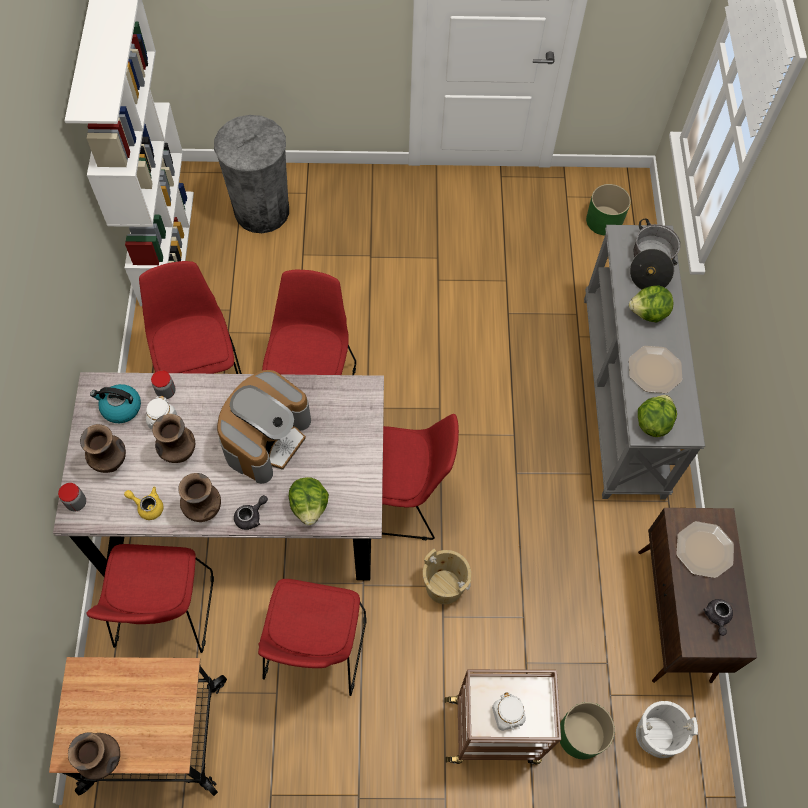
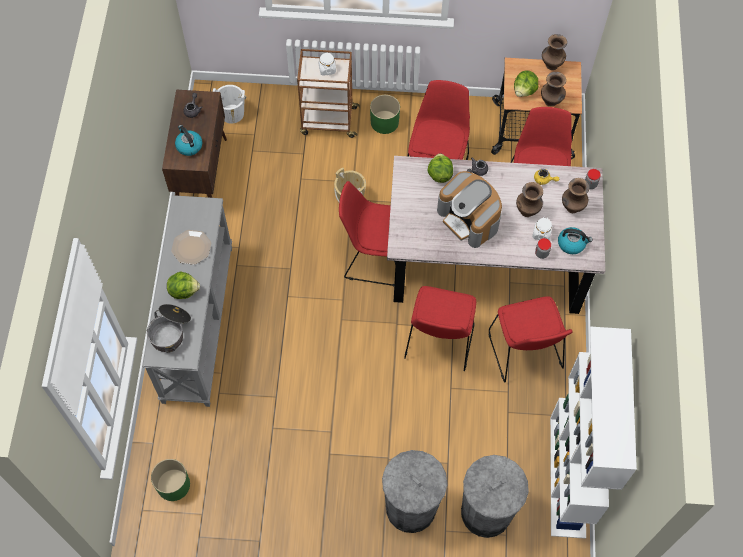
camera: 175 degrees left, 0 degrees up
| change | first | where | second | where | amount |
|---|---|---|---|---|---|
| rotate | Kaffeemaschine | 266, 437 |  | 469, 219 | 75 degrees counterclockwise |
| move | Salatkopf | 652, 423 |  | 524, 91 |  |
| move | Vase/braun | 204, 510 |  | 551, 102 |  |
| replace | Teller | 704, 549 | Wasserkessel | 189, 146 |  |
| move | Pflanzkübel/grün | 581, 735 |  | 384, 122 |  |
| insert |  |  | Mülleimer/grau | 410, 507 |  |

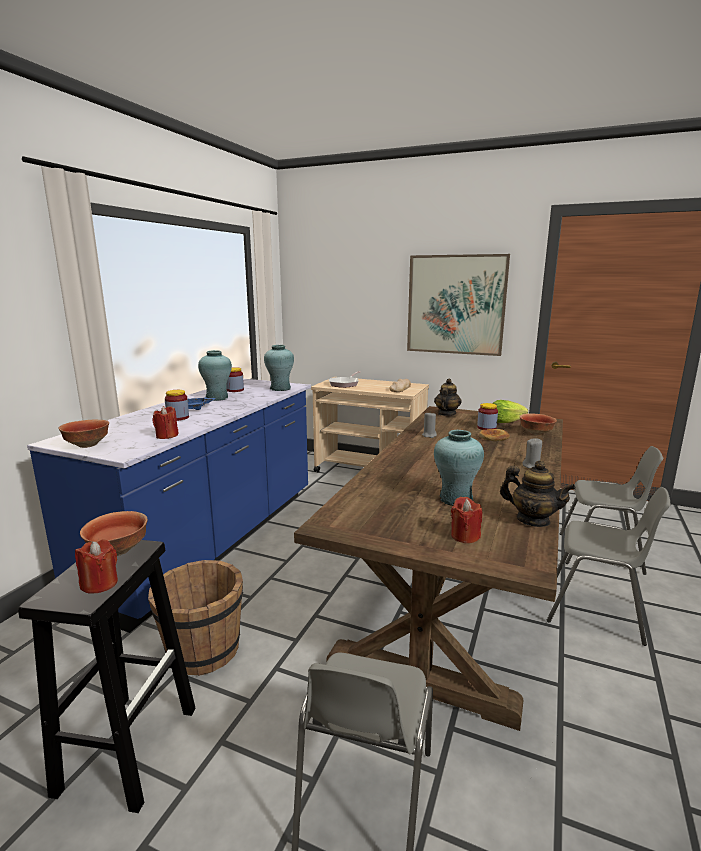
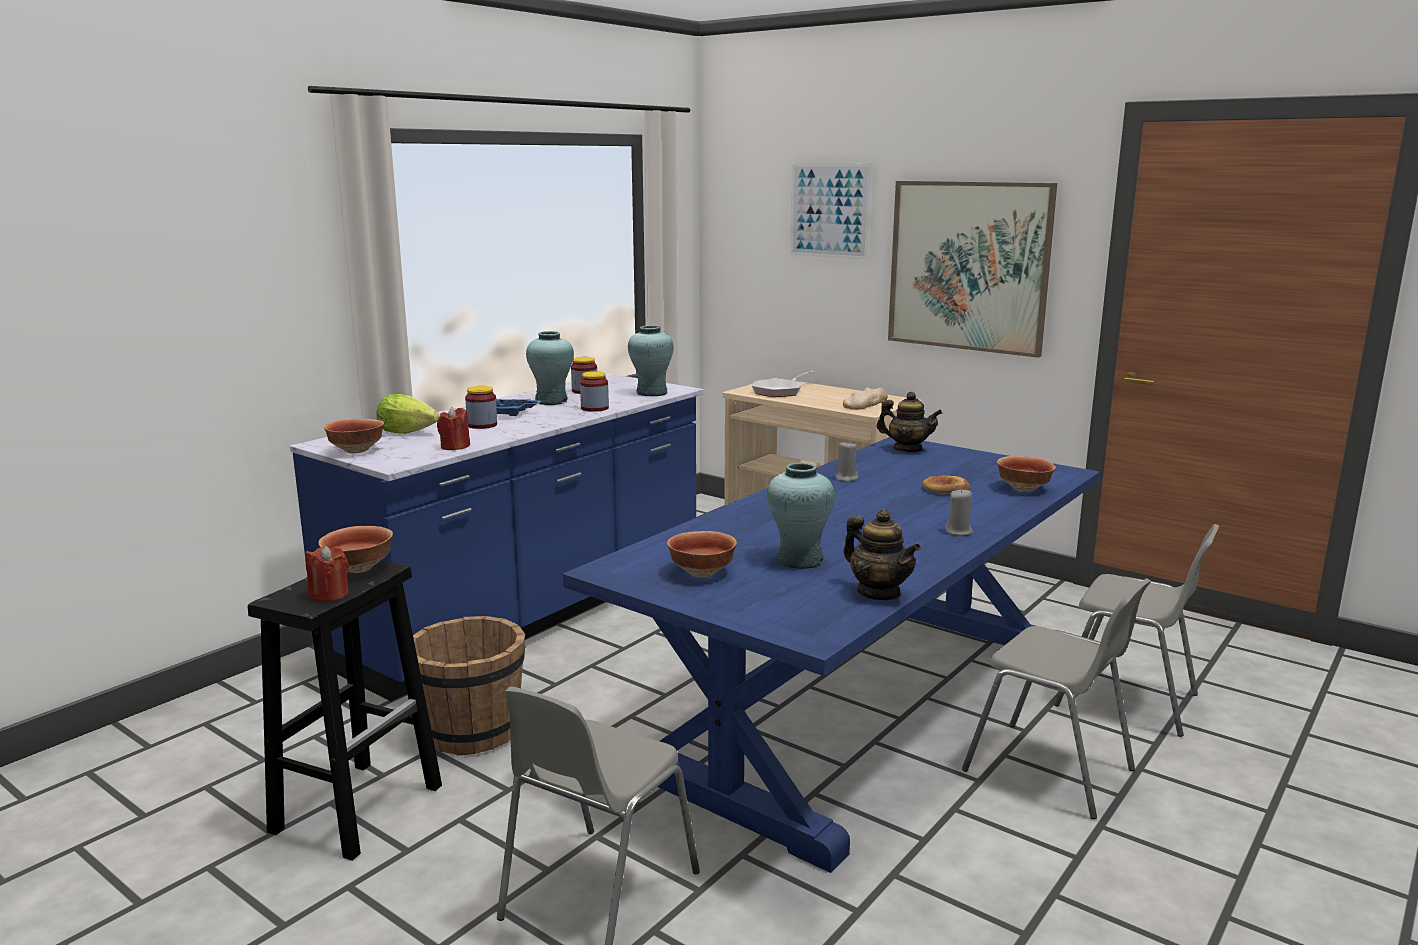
camera: 15 degrees right, 0 degrees up
| change | first | where | second | where | amount |
|---|---|---|---|---|---|
| rotate | Teekanne | 446, 414 |  | 907, 449 | 75 degrees clockwise |
| move | Salatkopf | 505, 422 |  | 406, 432 |  |
| move | Vorratsglas | 486, 428 |  | 594, 408 |  |
| recolor | Esstisch/braun | 456, 581 | Esstisch/blau | 858, 704 |  |
| delete | Kerze/rot | 465, 536 |  |  |  |
| insert |  |  | Bild | 829, 210 |  |
| insert |  |  | Schüssel | 700, 573 |  |

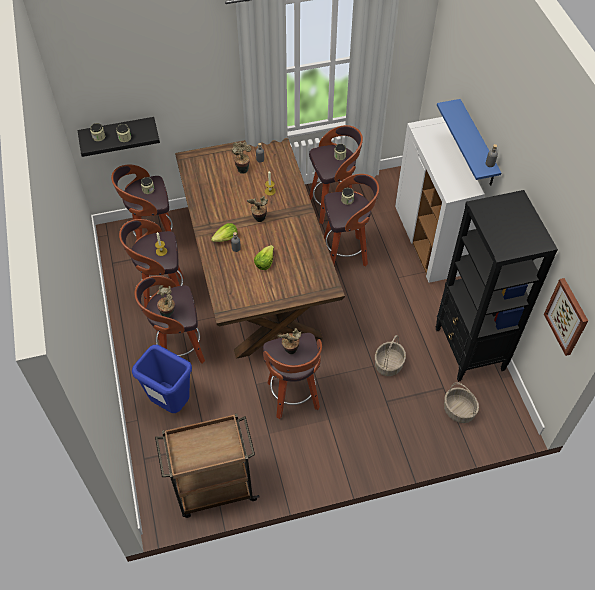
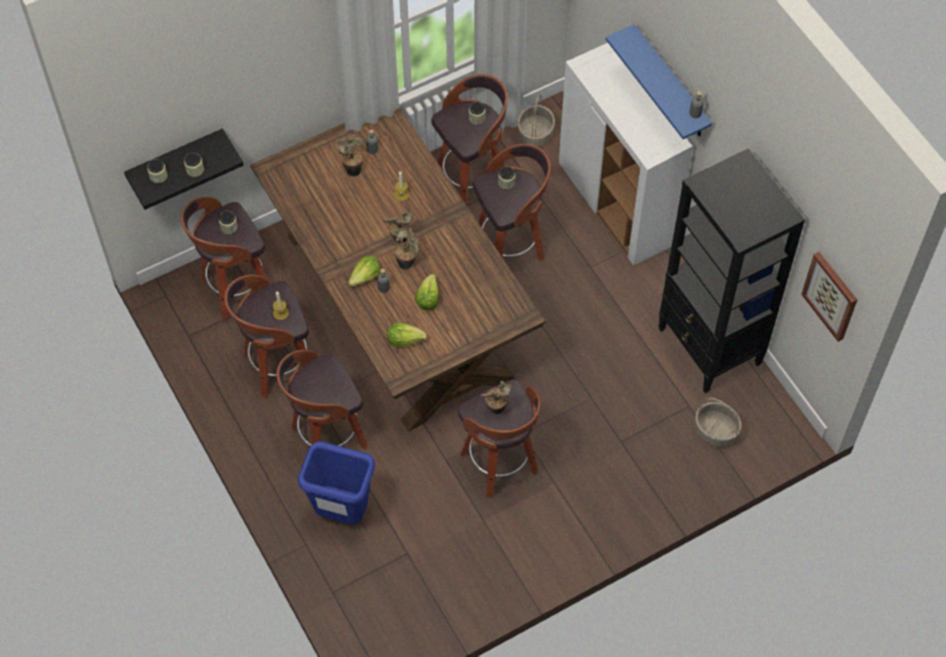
camera: 15 degrees left, 5 degrees up
| change | first | where | second | where | amount |
|---|---|---|---|---|---|
| move | Topfpflanze | 168, 313 |  | 407, 262 |  |
| move | Korb | 388, 365 |  | 535, 134 |  |
| delete | Rollwagen/braun | 214, 488 |  |  |  |
| insert |  |  | Salatkopf | 405, 339 |  |

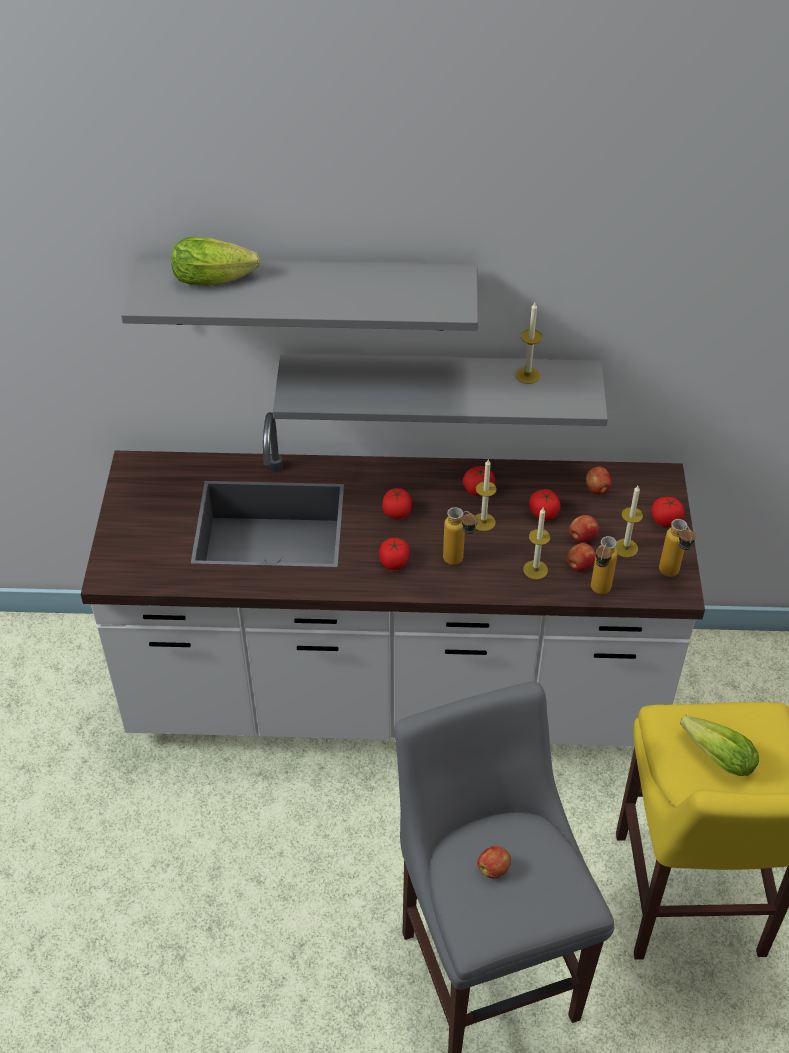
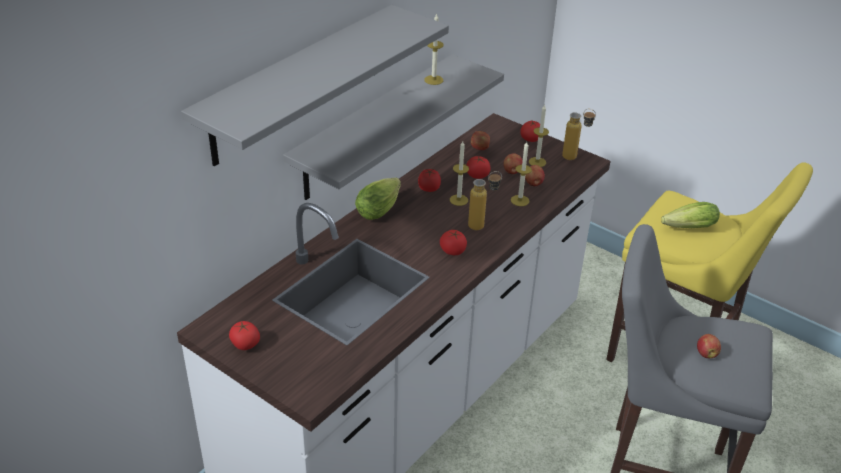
camera: 55 degrees left, 10 degrees down
| change | first | where | second | where | amount |
|---|---|---|---|---|---|
| move | Salatkopf | 217, 278 |  | 380, 208 |  |
| move | Tomate | 396, 512 |  | 245, 344 |  |
| delete | Flasche | 598, 593 |  |  |  |

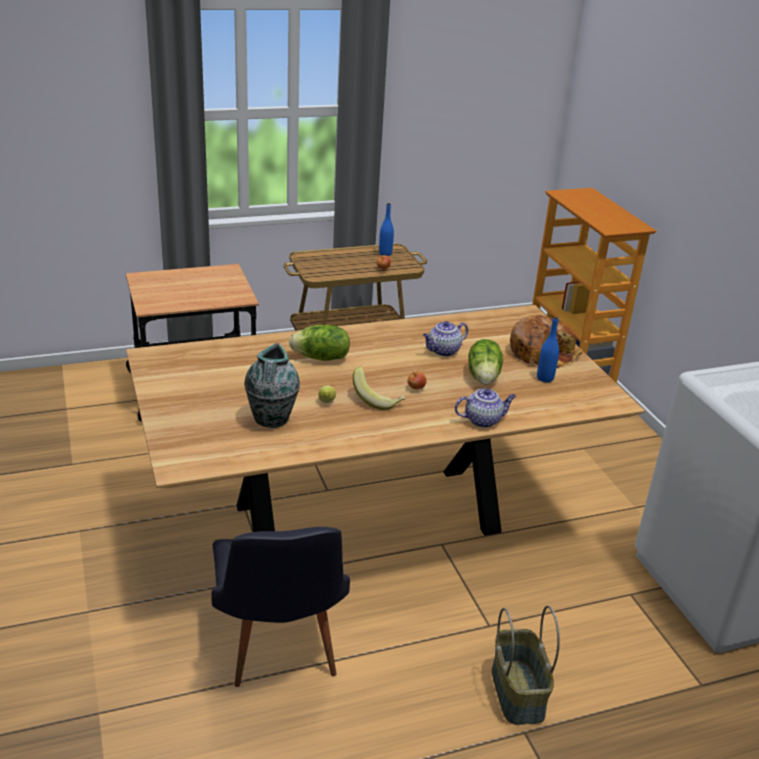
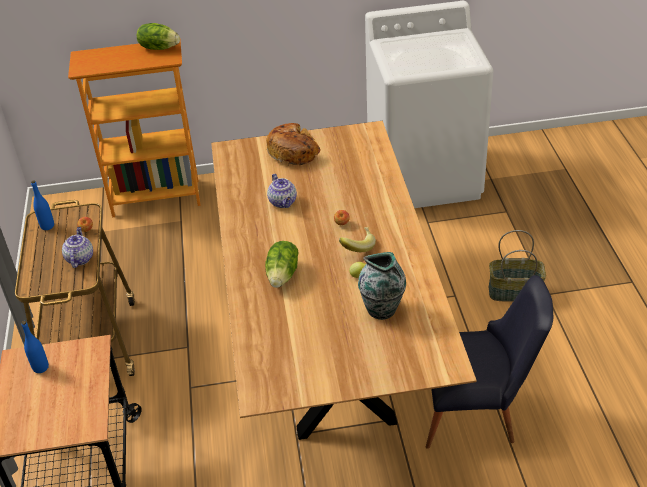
camera: 75 degrees left, 10 degrees up
| change | first | where | second | where | amount |
|---|---|---|---|---|---|
| move | Flasche/blau | 545, 378 |  | 41, 367 |  |
| move | Salatkopf | 484, 377 |  | 159, 47 |  |
| move | Teekanne | 483, 420 |  | 80, 258 |  |

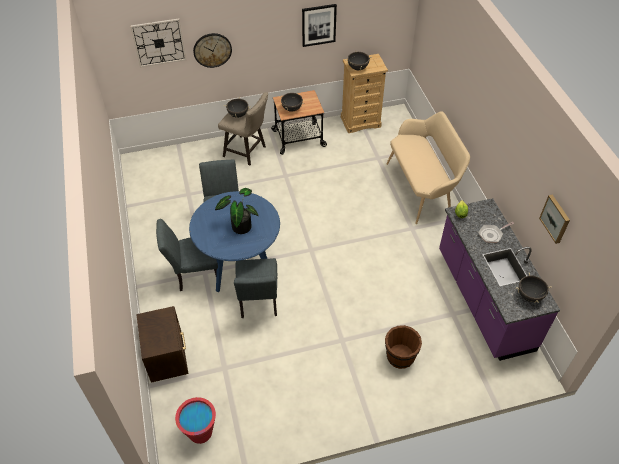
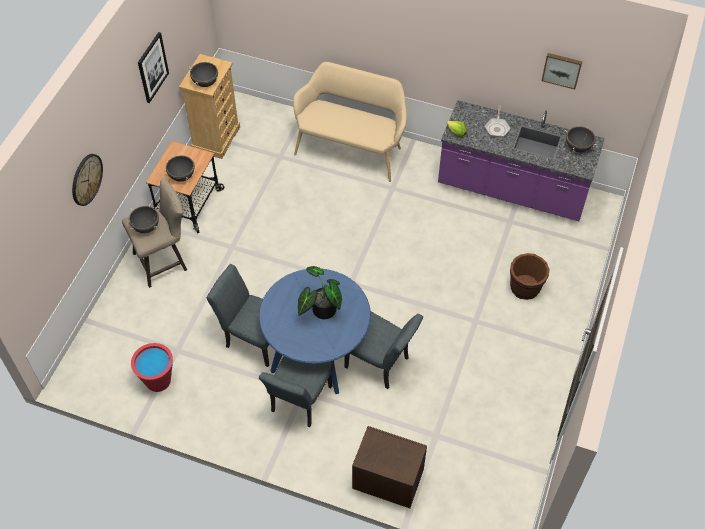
camera: 55 degrees left, 5 degrees up
| change | first | where | second | where | amount |
|---|---|---|---|---|---|
| delete | Wanduhr | 159, 42 |  |  |  |
| move | Eimer/rot | 200, 432 |  | 158, 381 |  |

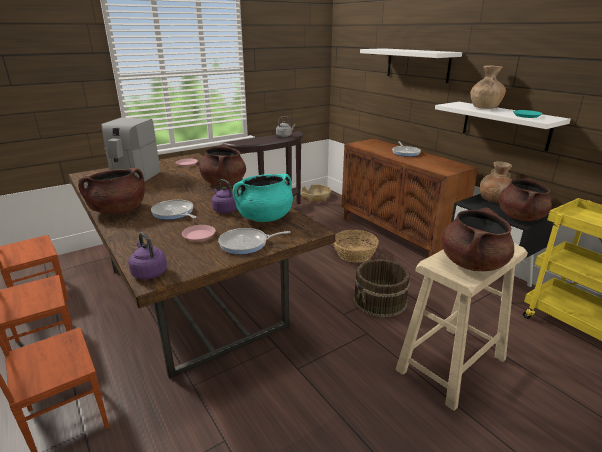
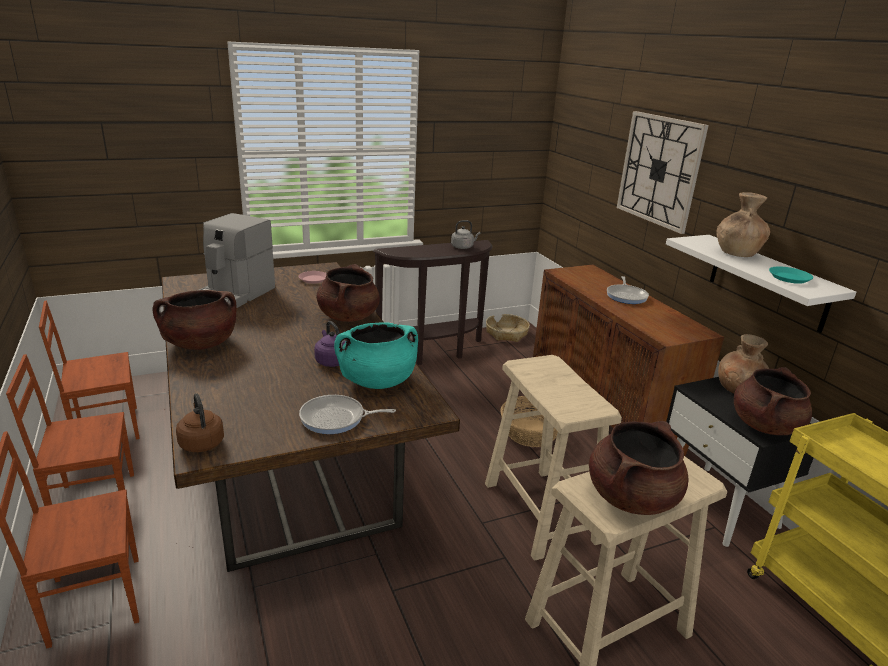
camera: 10 degrees right, 0 degrees up
| change | first | where | second | where | amount |
|---|---|---|---|---|---|
| replace | Wandregal/weiß | 417, 64 | Wanduhr | 659, 170 |  |
| delete | Pfanne | 174, 213 |  |  |  |
| delete | Teller/rosa | 199, 235 |  |  |  |
| recolor | Wasserkessel/lila | 149, 272 | Wasserkessel/braun | 201, 442 |  |
| replace | Eimer/braun | 380, 301 | Hocker/beige | 541, 512 |  |

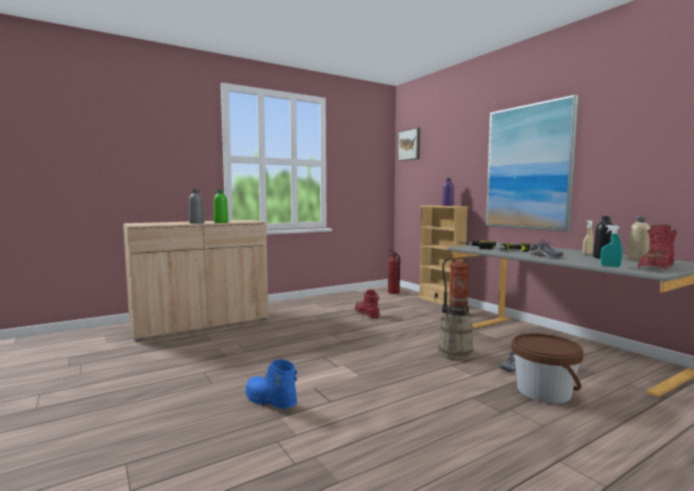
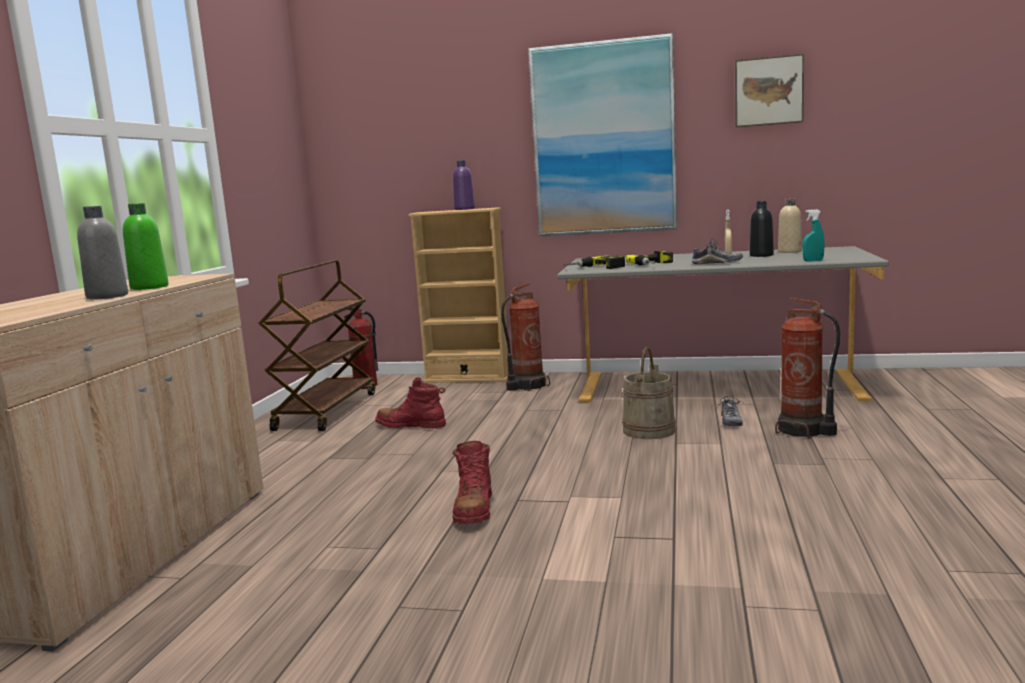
camera: 45 degrees left, 5 degrees up
| change | first | where | second | where | amount |
|---|---|---|---|---|---|
| move | Bild | 409, 145 |  | 768, 91 |  |
| move | Stiefel/rot | 656, 267 |  | 474, 509 |  |
| replace | Eimer/braun | 543, 391 | Feuerlöscher | 803, 431 |  |
| delete | Stiefel/blau | 270, 401 |  |  |  |
| insert |  |  | Rollwagen/braun | 326, 411 |  |

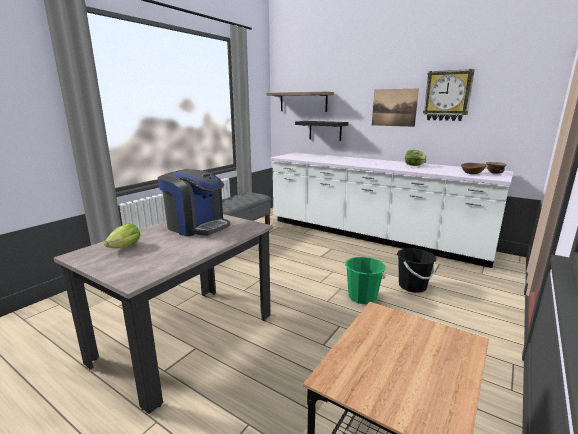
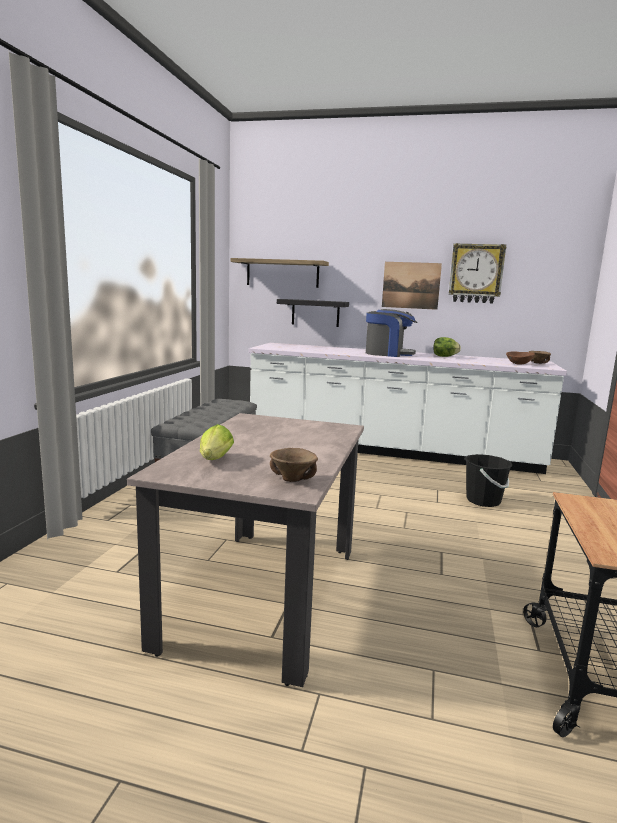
camera: 20 degrees left, 5 degrees down
| change | first | where | second | where | amount |
|---|---|---|---|---|---|
| move | Kaffeemaschine | 197, 226 |  | 388, 354 |  |
| delete | Eimer/grün | 362, 297 |  |  |  |
| insert |  |  | Schüssel/braun | 291, 480 |  |

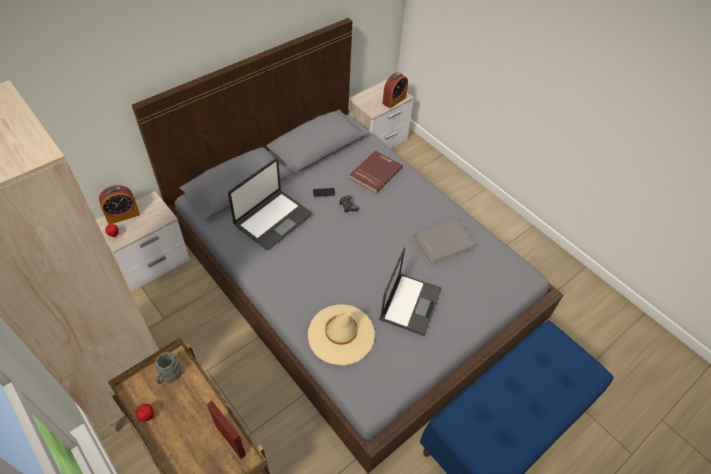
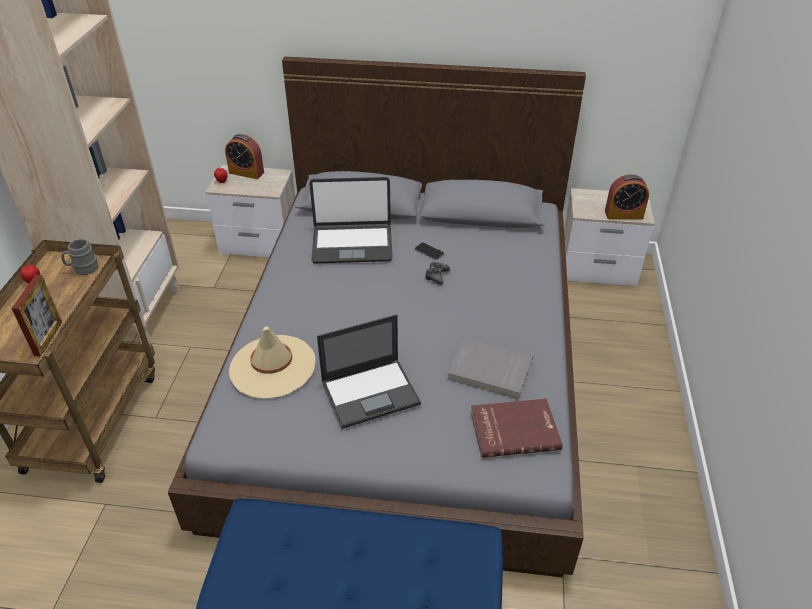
camera: 50 degrees right, 10 degrees down
| change | first | where | second | where | amount |
|---|---|---|---|---|---|
| move | Buch/rot | 375, 173 |  | 514, 429 |  |

